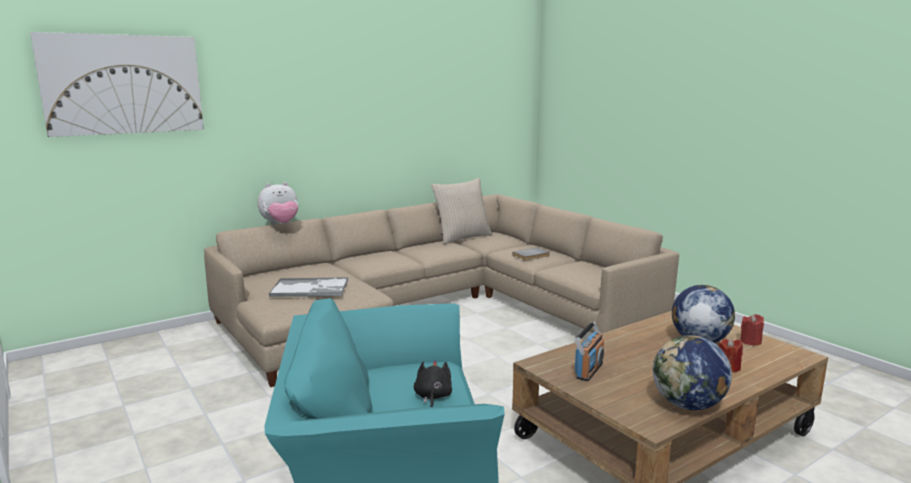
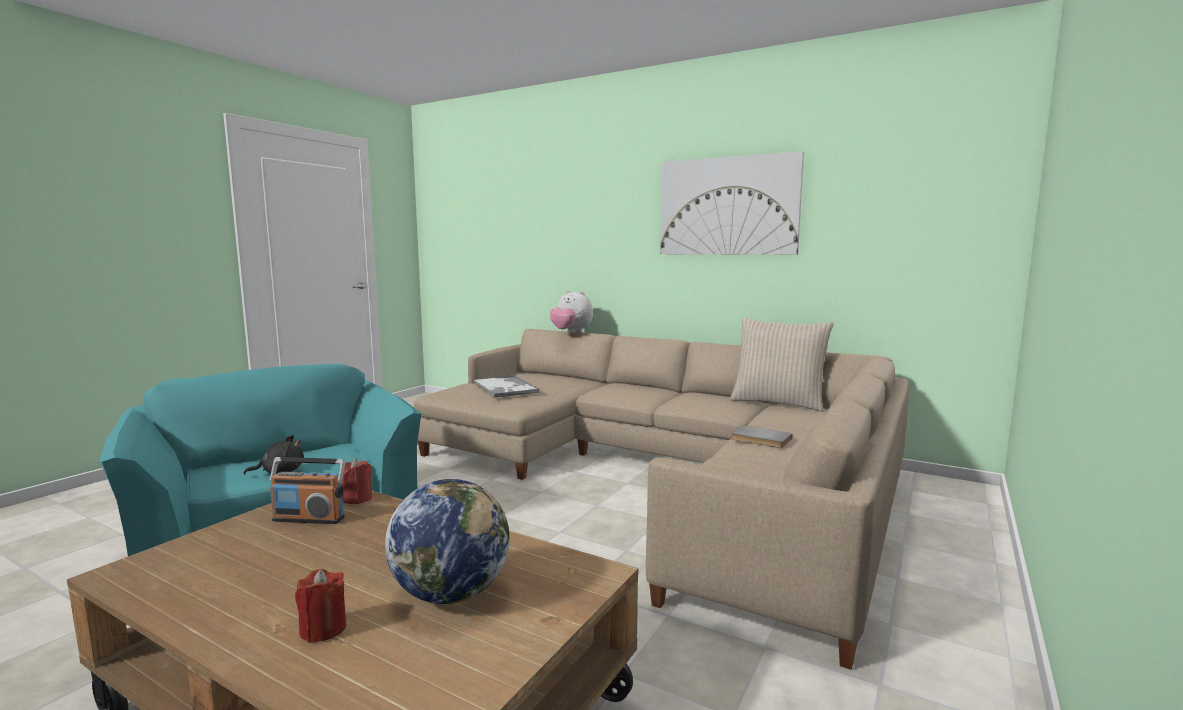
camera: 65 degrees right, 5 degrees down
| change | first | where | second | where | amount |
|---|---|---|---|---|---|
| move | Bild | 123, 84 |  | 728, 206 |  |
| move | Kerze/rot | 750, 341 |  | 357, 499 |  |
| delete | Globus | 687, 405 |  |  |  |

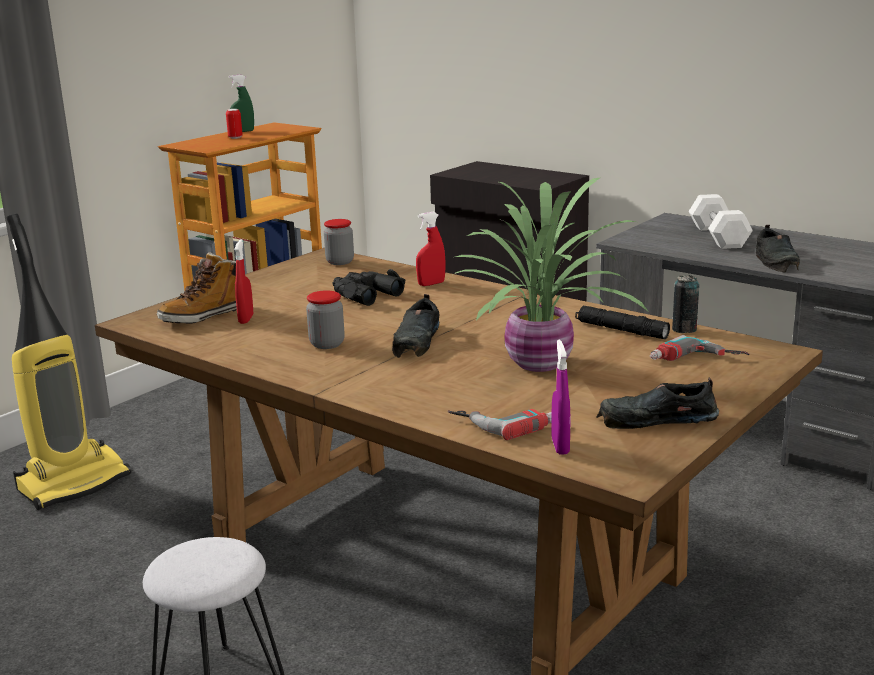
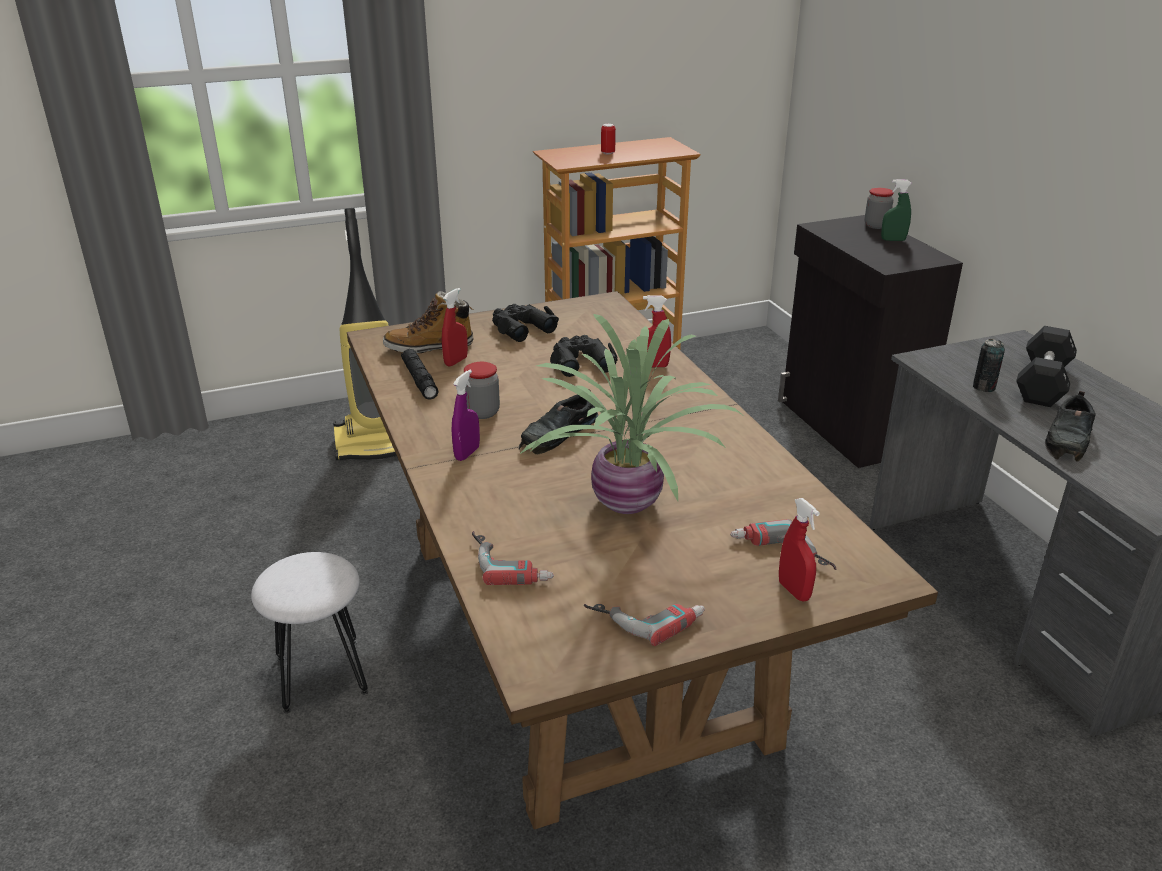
camera: 30 degrees right, 10 degrees up
| change | first | where | second | where | amount |
|---|---|---|---|---|---|
| move | Sprühflasche/grün | 243, 131 |  | 893, 240 |  |
| recolor | Hantel/weiß | 718, 237 | Hantel/schwarz | 1042, 383 |  |
| move | Vorratsglas | 340, 262 |  | 876, 225 |  |
| move | Dose | 684, 329 |  | 984, 387 |  |
| move | Taschenlampe/schwarz | 621, 330 |  | 419, 380 |  |
| move | Sprühflasche/lila | 560, 446 |  | 467, 453 |  |
| replace | Schuh/schwarz | 655, 419 | Bohrmaschine | 645, 615 |  |
| insert |  |  | Fernglas/schwarz | 521, 328 |  |
| insert |  |  | Sprühflasche/rot | 794, 591 |  |

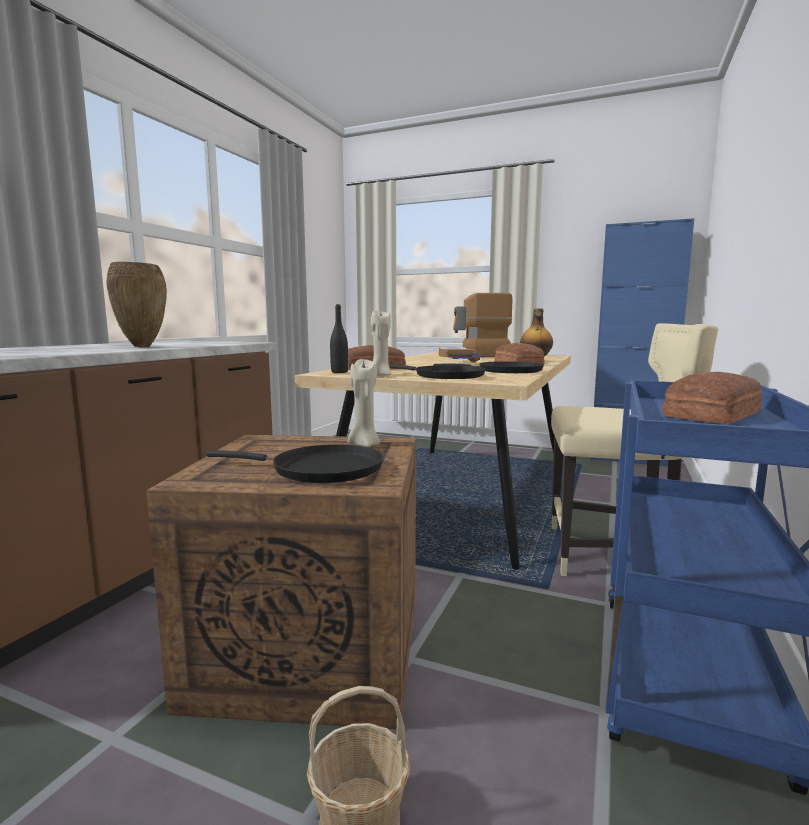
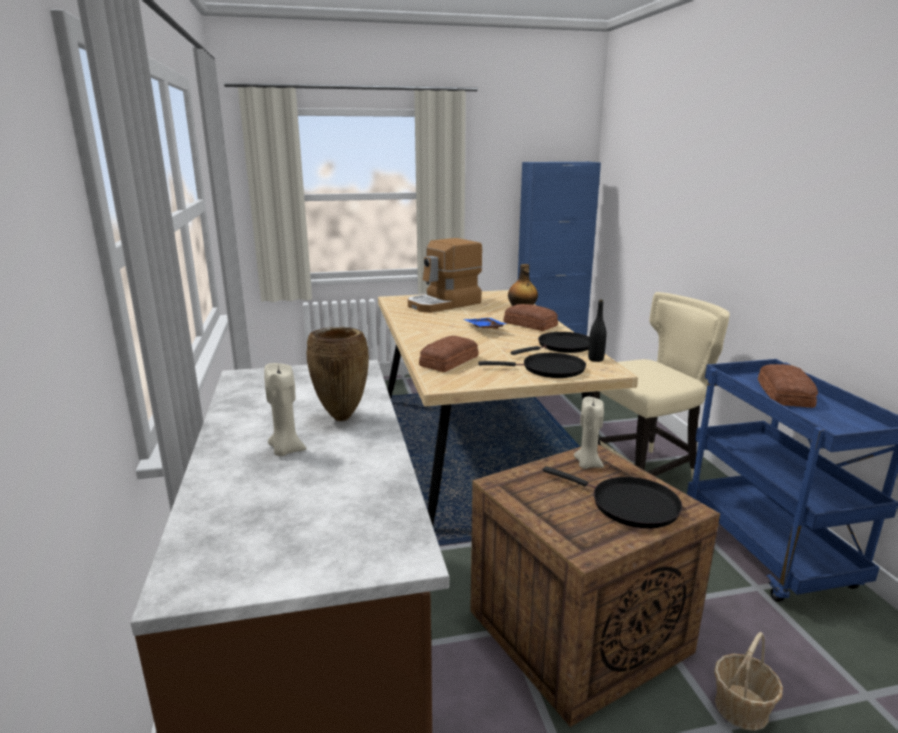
camera: 35 degrees left, 10 degrees up
| change | first | where | second | where | amount |
|---|---|---|---|---|---|
| move | Flasche/schwarz | 339, 372 |  | 595, 359 |  |
| move | Kerze/beige | 380, 375 |  | 286, 450 |  |
| rotate | Pfanne/schwarz | 320, 470 |  | 628, 505 | 60 degrees clockwise |

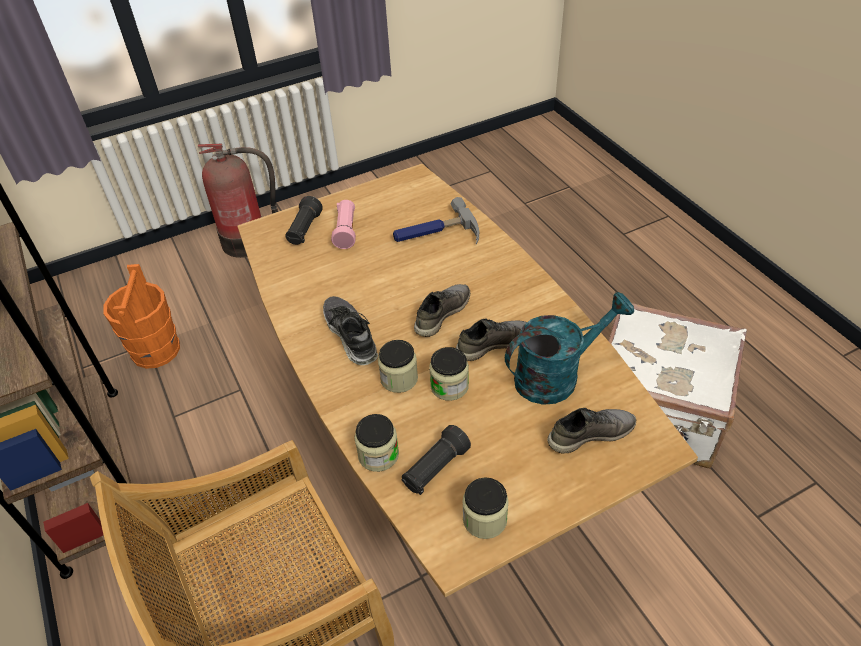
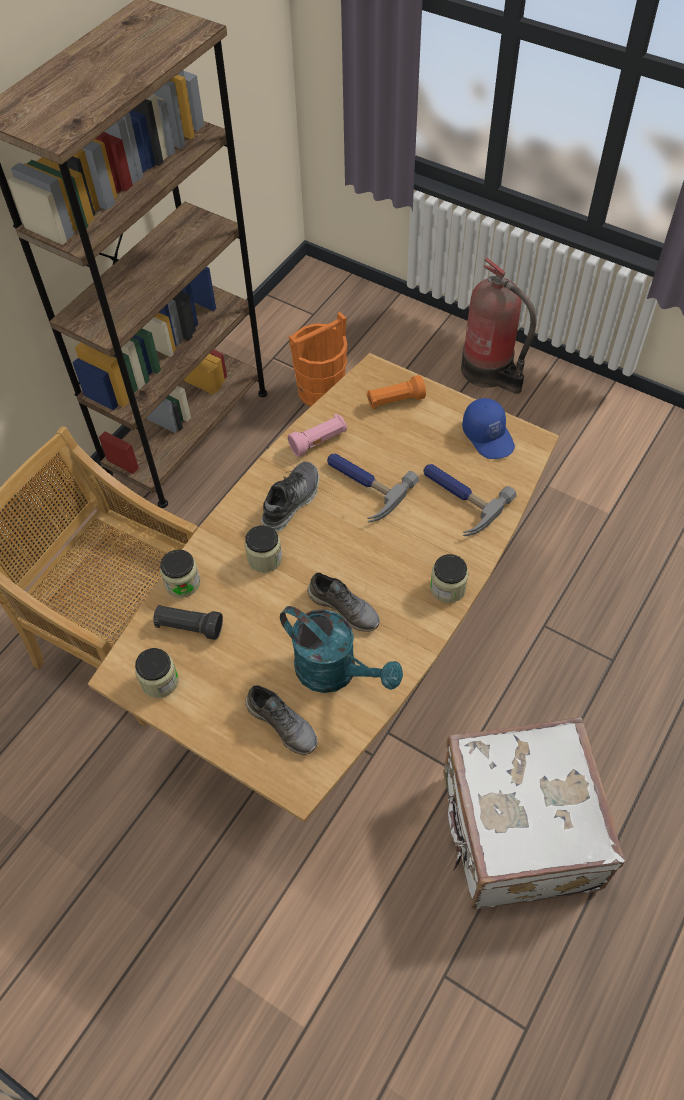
camera: 60 degrees right, 10 degrees up
| change | first | where | second | where | amount |
|---|---|---|---|---|---|
| recolor | Taschenlampe/schwarz | 304, 230 | Taschenlampe/orange | 395, 401 |  |
| move | Taschenlampe/rosa | 346, 231 |  | 319, 442 |  |
| delete | Schuh/grau | 441, 314 |  |  |  |
| move | Vorratsglas | 449, 386 |  | 447, 588 |  |
| insert |  |  | Kappe/blau | 489, 436 |  |
| insert |  |  | Hammer | 362, 485 |  |

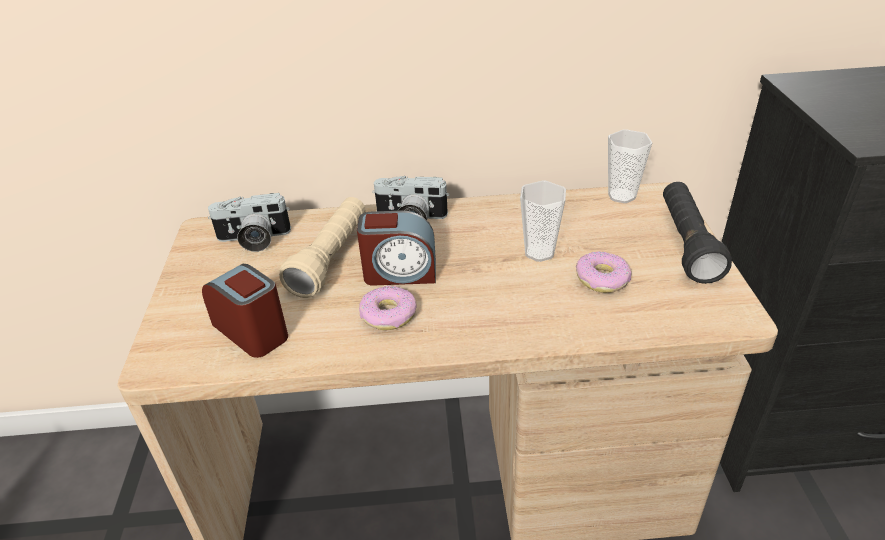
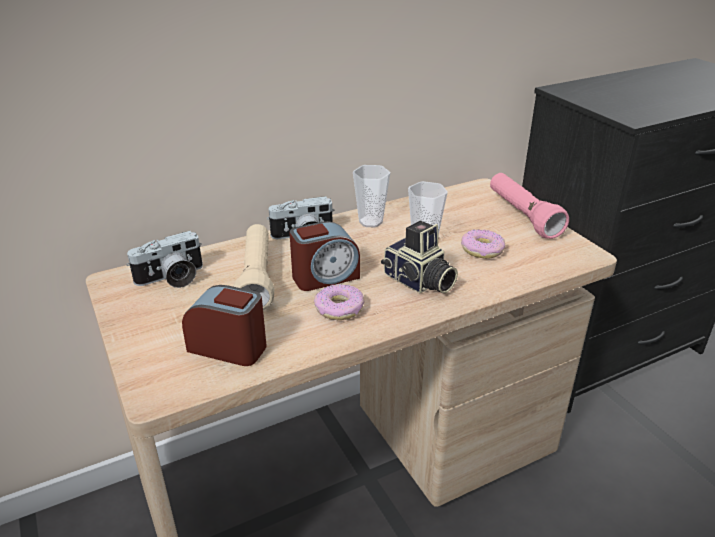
camera: 25 degrees left, 5 degrees down
| change | first | where | second | where | amount |
|---|---|---|---|---|---|
| move | Tasse | 621, 196 |  | 370, 222 |  |
| recolor | Taschenlampe/schwarz | 687, 244 | Taschenlampe/rosa | 522, 216 |  |
| insert |  |  | Kamera | 418, 282 |  |

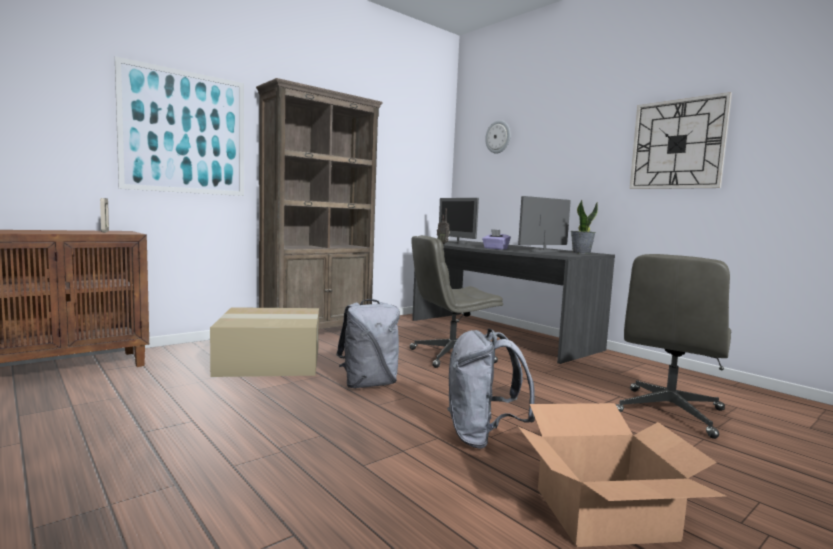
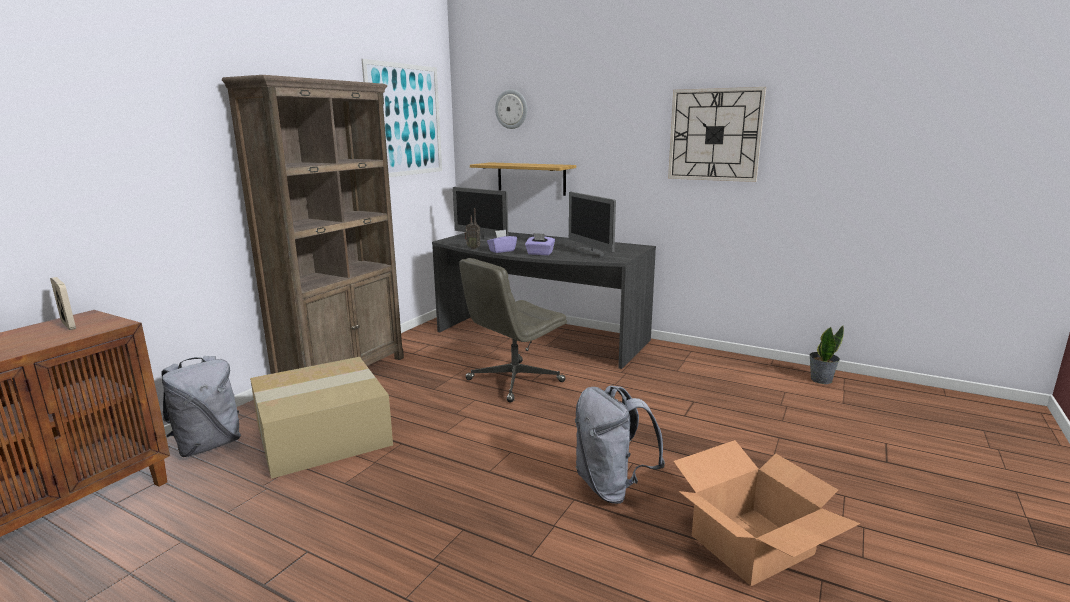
camera: 20 degrees left, 10 degrees up
| change | first | where | second | where | amount |
|---|---|---|---|---|---|
| move | Bild | 184, 132 |  | 405, 120 |  |
| rotate | Monitor | 543, 251 |  | 590, 252 | 60 degrees counterclockwise |
| move | Topfpflanze | 581, 253 |  | 820, 379 |  |
| delete | Bürostuhl/grau | 669, 412 |  |  |  |
| move | Rucksack/grau | 368, 384 |  | 208, 445 |  |
| insert |  |  | Wandregal | 531, 178 |  |
| insert |  |  | Taschentuchbox/lila | 502, 251 |  |

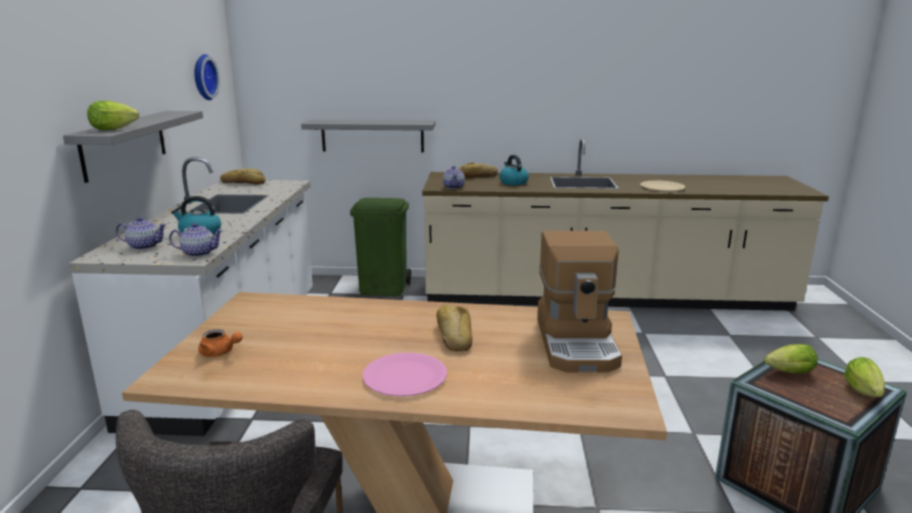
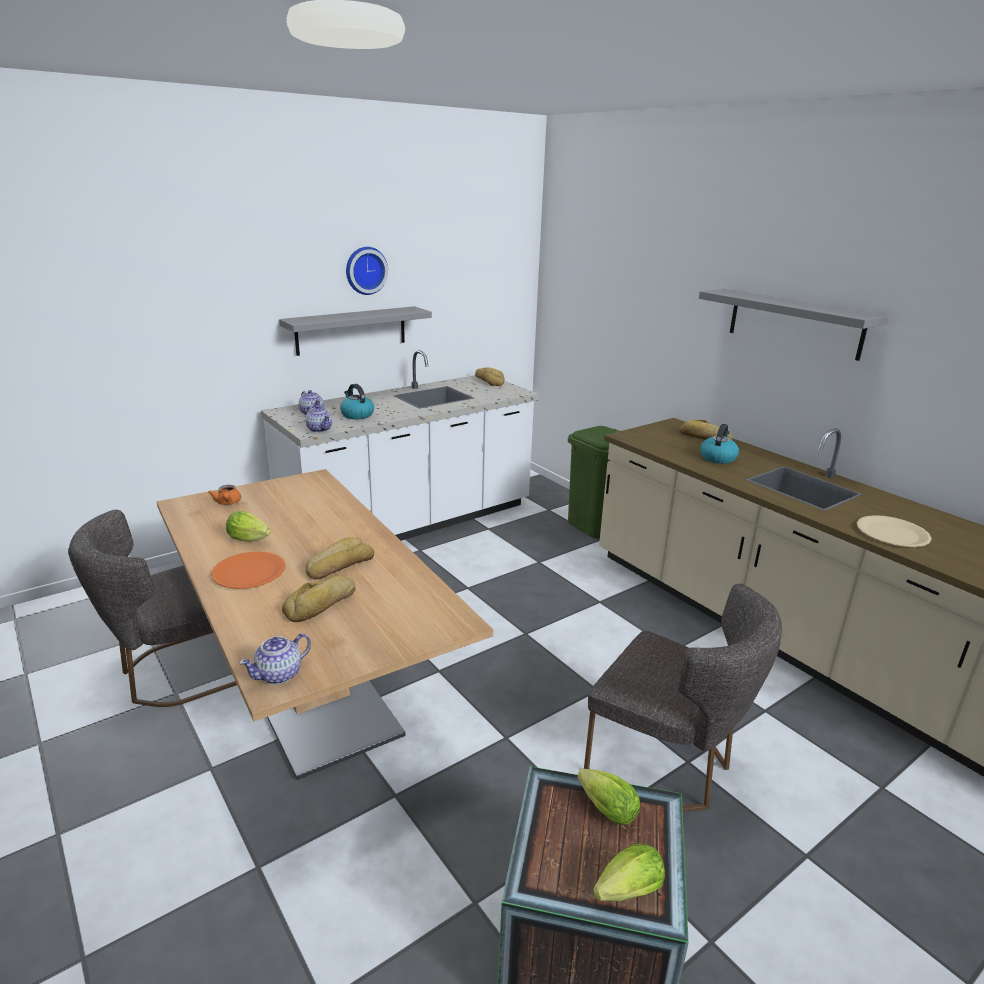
camera: 50 degrees right, 5 degrees up
| change | first | where | second | where | amount |
|---|---|---|---|---|---|
| move | Wanduhr | 203, 77 |  | 365, 270 |  |
| move | Salatkopf | 116, 129 |  | 251, 540 |  |
| move | Wandregal/grau | 372, 136 |  | 794, 323 |  |
| move | Teekanne | 454, 187 |  | 279, 674 |  |
| delete | Kaffeemaschine | 578, 343 |  |  |  |
| recolor | Teller/rosa | 405, 376 | Teller/orange | 249, 572 |  |
| insert |  |  | Brot | 322, 604 |  |
| insert |  |  | Stuhl/grau | 668, 764 |  |

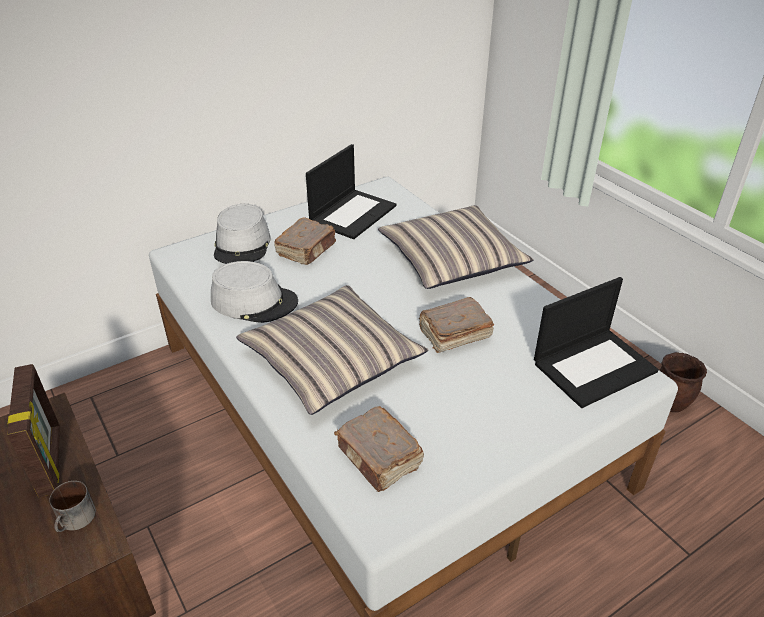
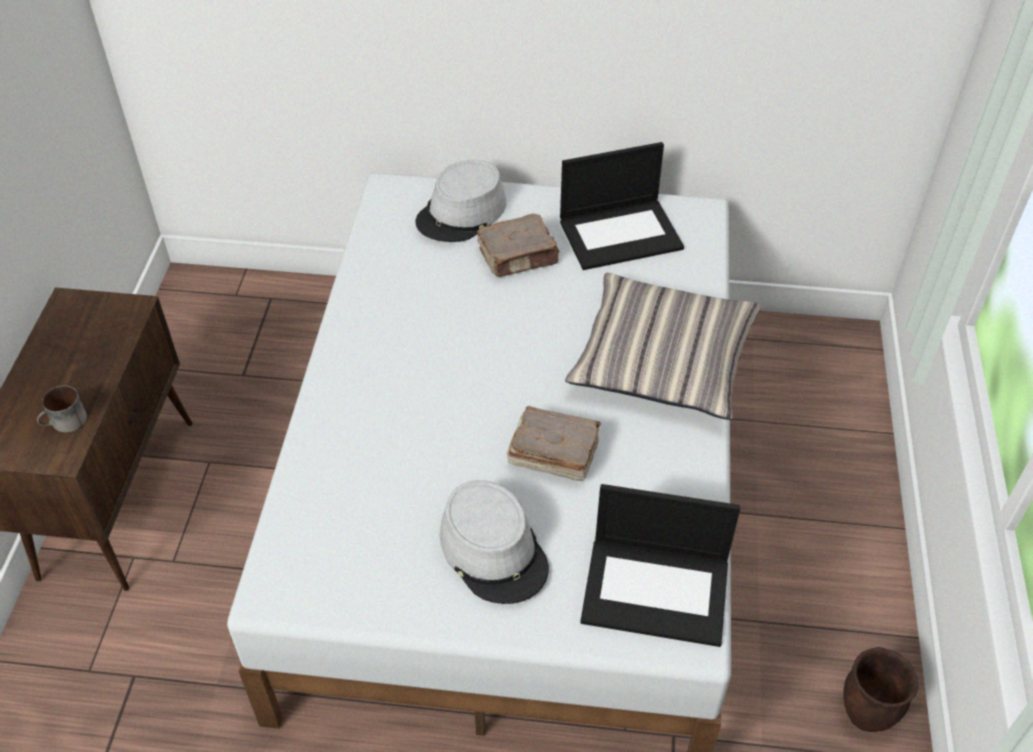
camera: 40 degrees right, 10 degrees up
| change | first | where | second | where | amount |
|---|---|---|---|---|---|
| move | Hut/grau | 254, 301 |  | 494, 550 |  |
| delete | Kissen | 332, 359 |  |  |  |
| delete | Bilderrahmen | 51, 460 |  |  |  |
| delete | Buch/braun | 379, 458 |  |  |  |

